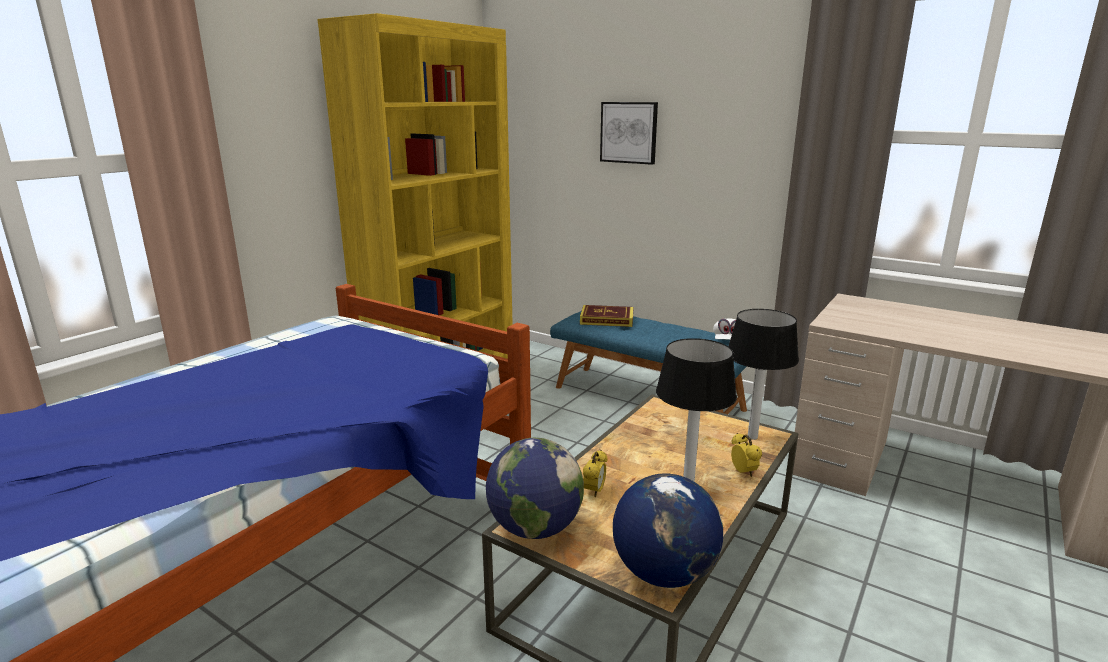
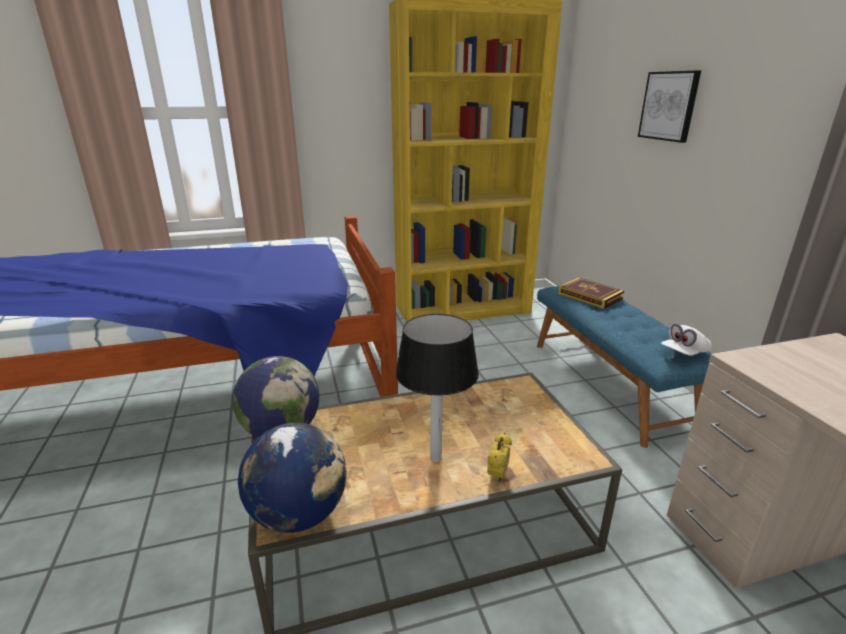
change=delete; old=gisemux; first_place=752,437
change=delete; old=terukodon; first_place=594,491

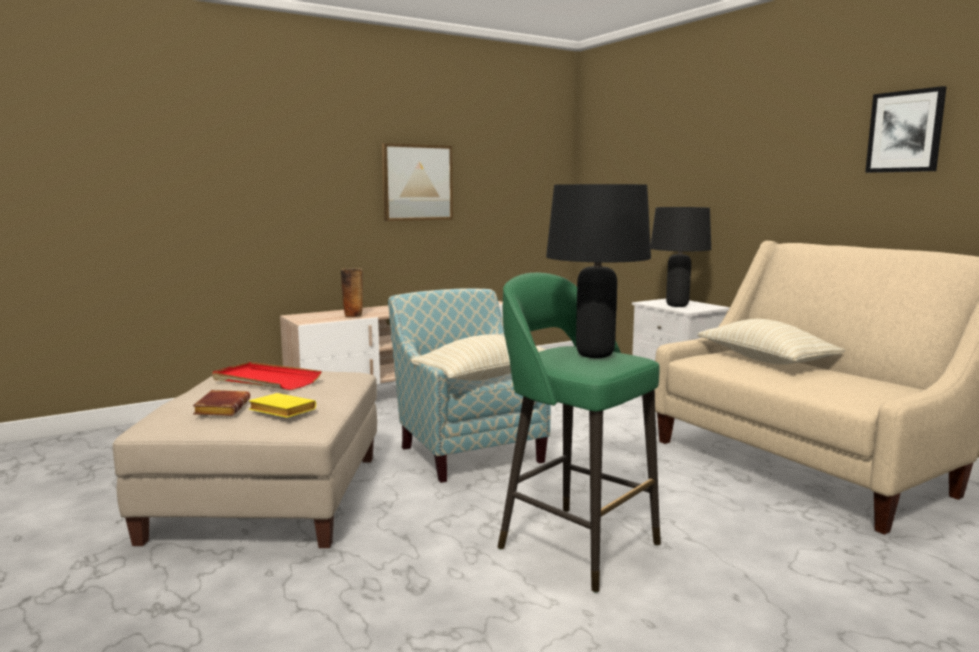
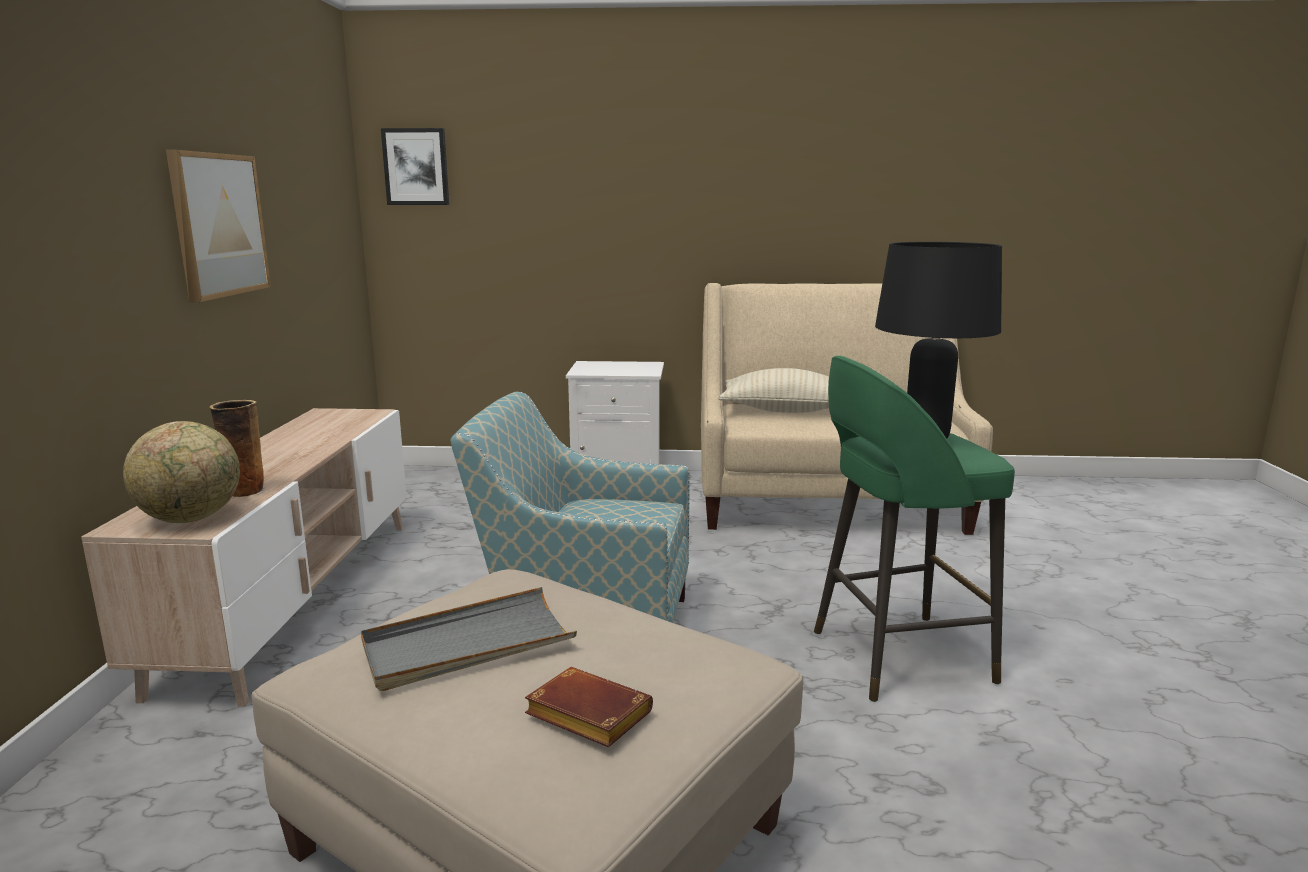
change=move; old=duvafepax; first_place=905,131; second_place=416,167
change=delete; old=black_gisemux; first_place=677,305
change=delete; old=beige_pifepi; first_place=483,377
change=recolor; old=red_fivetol; new=grey_fivetol; first_place=265,380; second_place=467,645
change=delete; old=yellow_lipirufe; first_place=280,411
change=insert; new=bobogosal; second_place=191,519

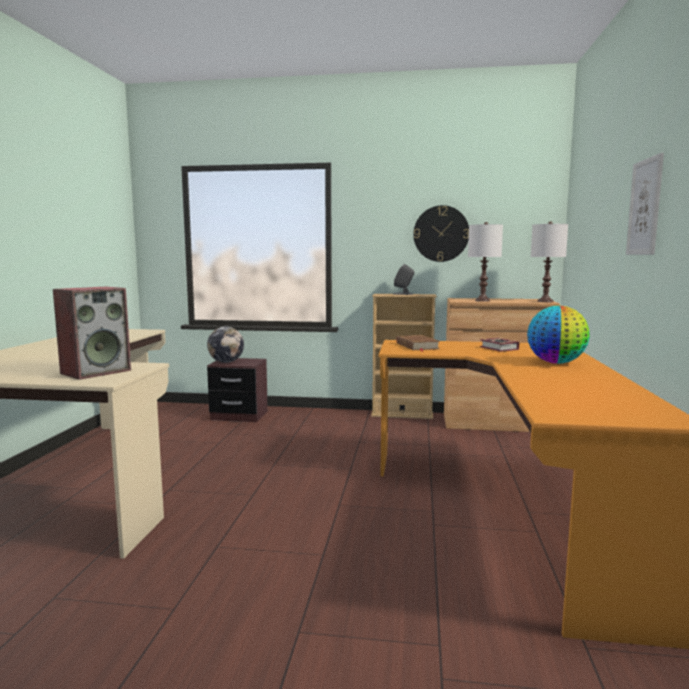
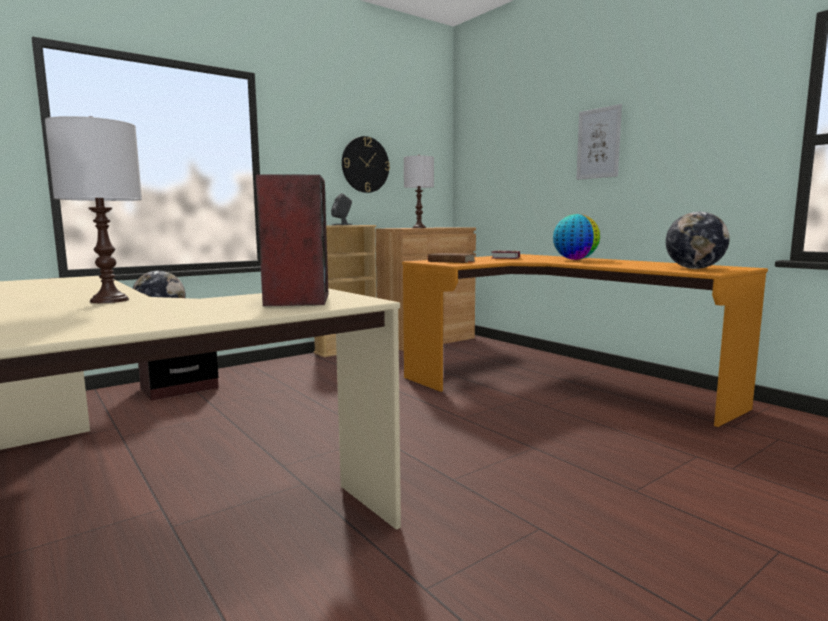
change=move; old=white_gisemux; first_place=545,301; second_place=110,300
change=insert; new=bobogosal; second_place=694,268

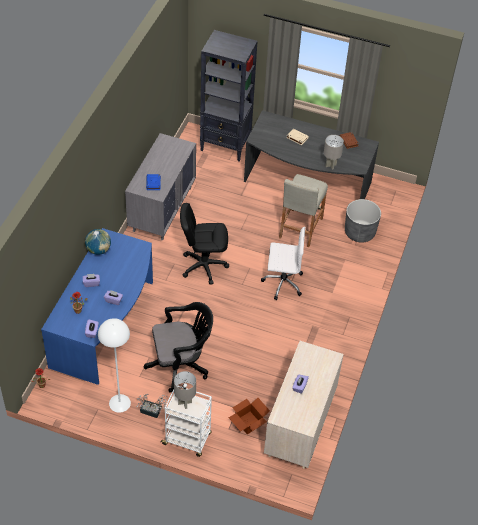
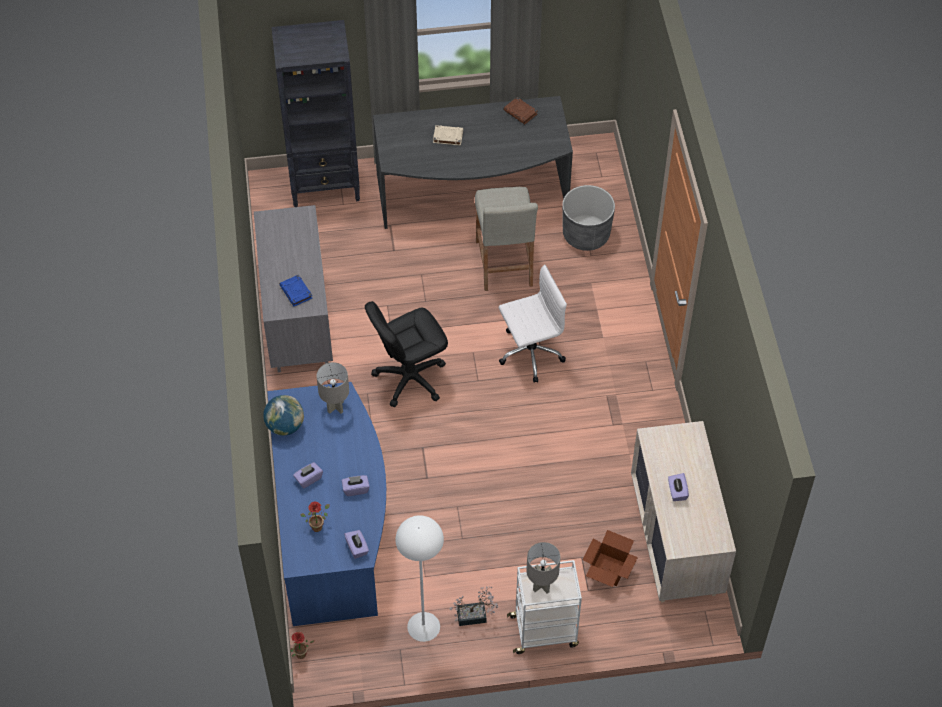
change=move; old=grey_gisemux; first_place=330,165; second_place=335,407
change=delete; old=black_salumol; first_place=181,364

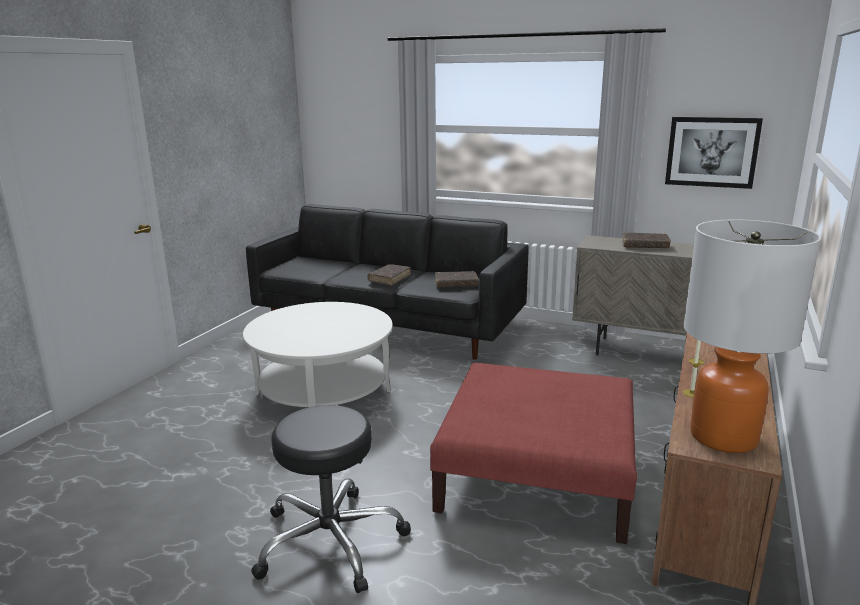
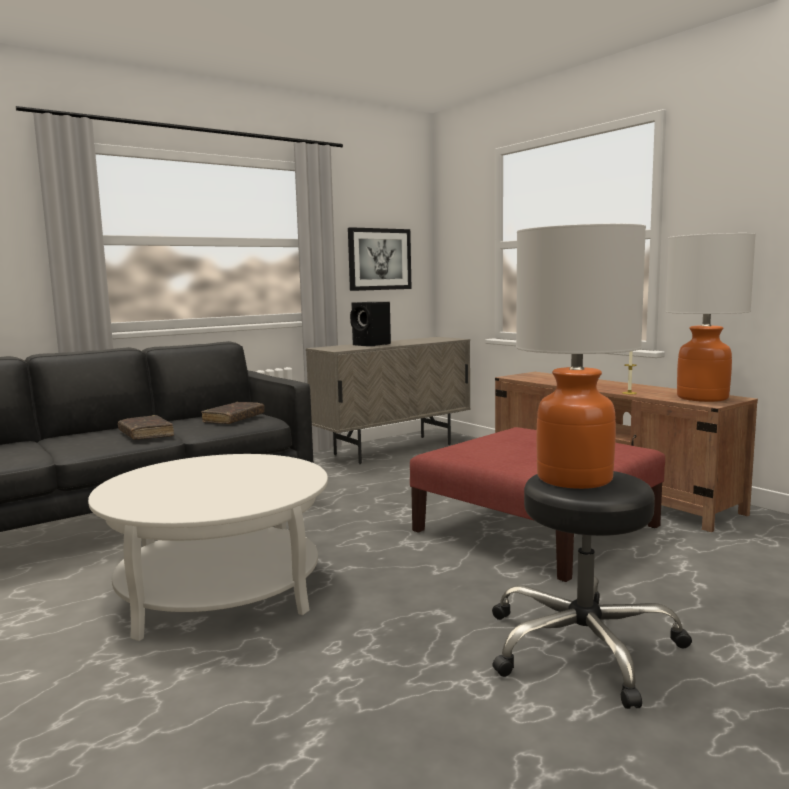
change=replace; old=brown_lipirufe; new=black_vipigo; first_place=645,246; second_place=372,345
change=insert; new=gisemux; second_place=574,479

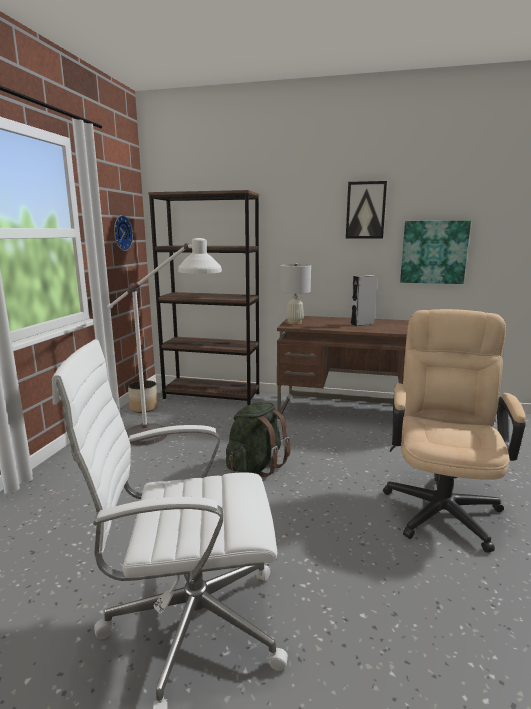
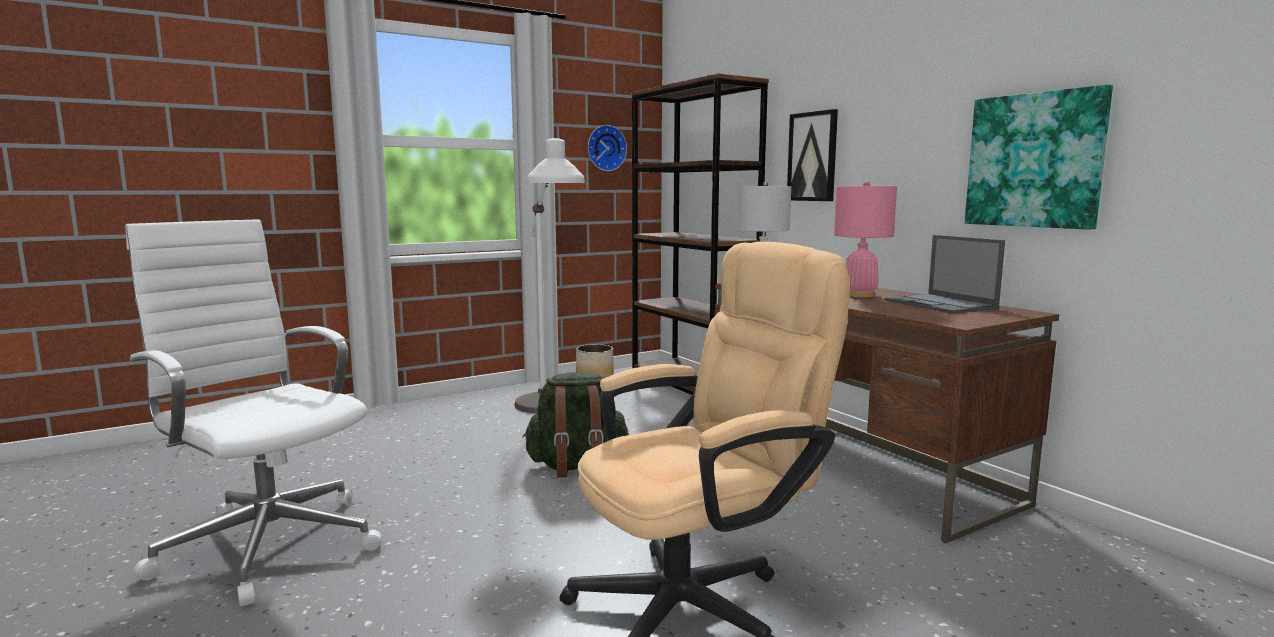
change=move; old=duvafepax; first_place=365,210; second_place=813,157
change=replace; old=grey_vipigo; new=pink_gisemux; first_place=362,324; second_place=860,295
change=insert; new=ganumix; second_place=941,304

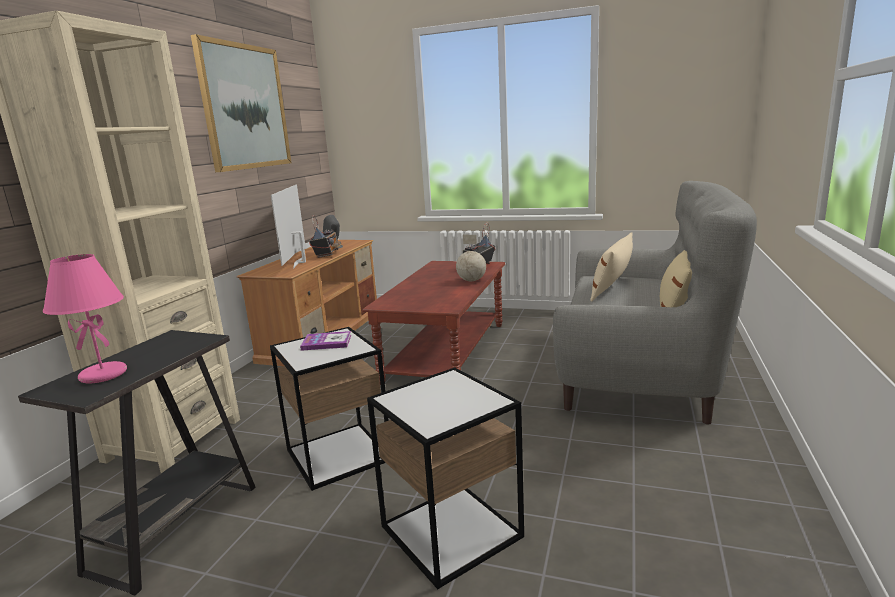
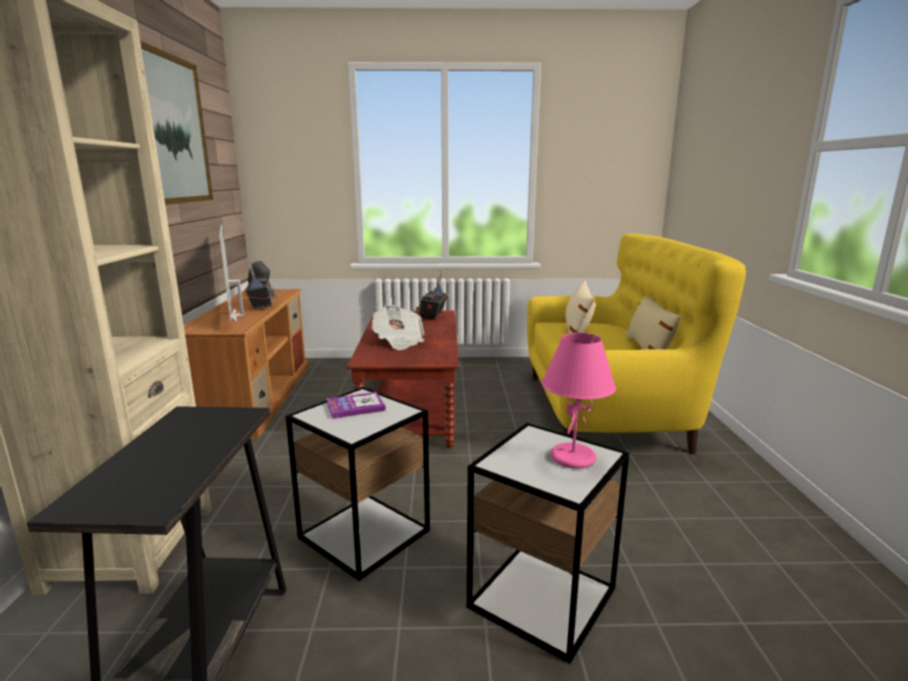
change=recolor; old=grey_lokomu; new=yellow_lokomu; first_place=641,371; second_place=607,410
change=delete; old=bobogosal; first_place=471,280
change=move; old=pink_gisemux; first_place=104,374; second_place=572,457
change=insert; new=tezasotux; second_place=398,341

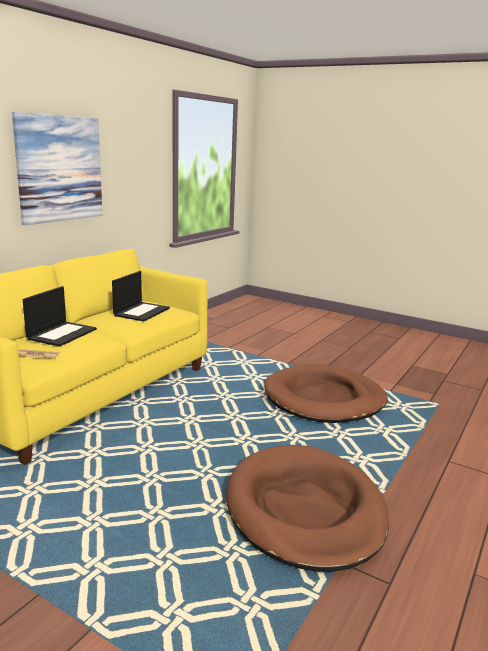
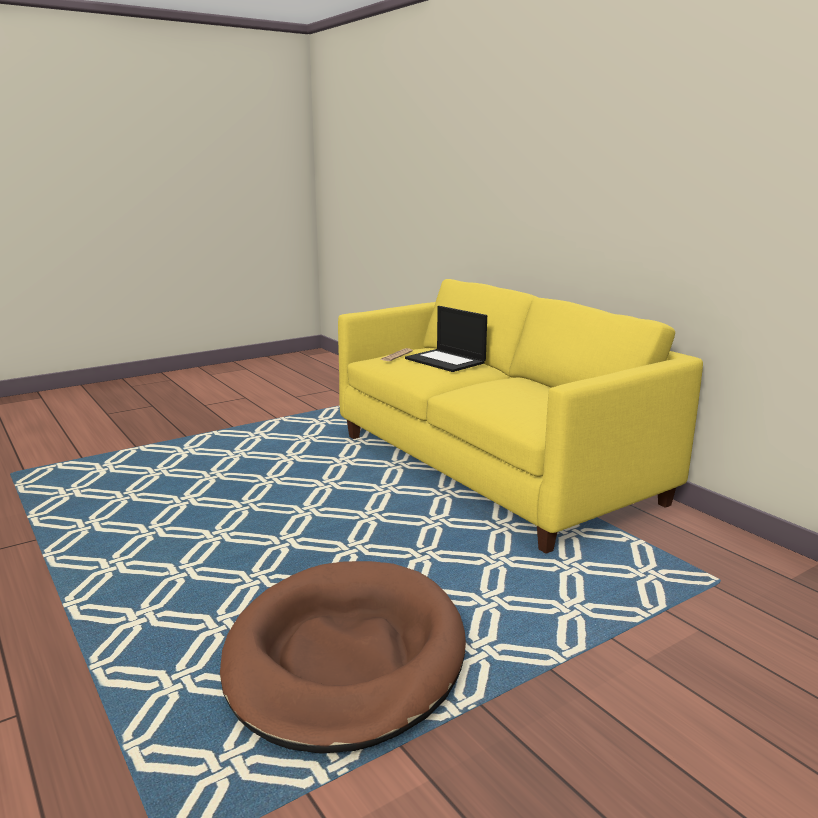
change=delete; old=duvafepax; first_place=60,169
change=delete; old=ganumix; first_place=141,311
change=delete; old=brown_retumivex; first_place=305,510

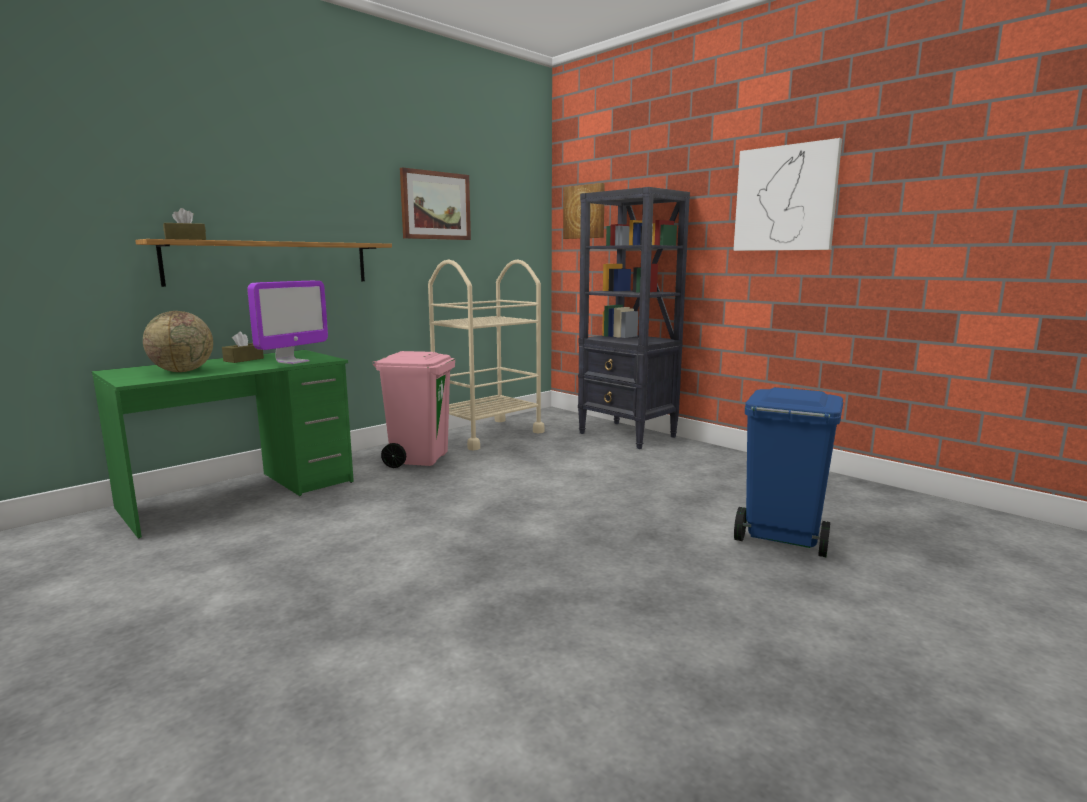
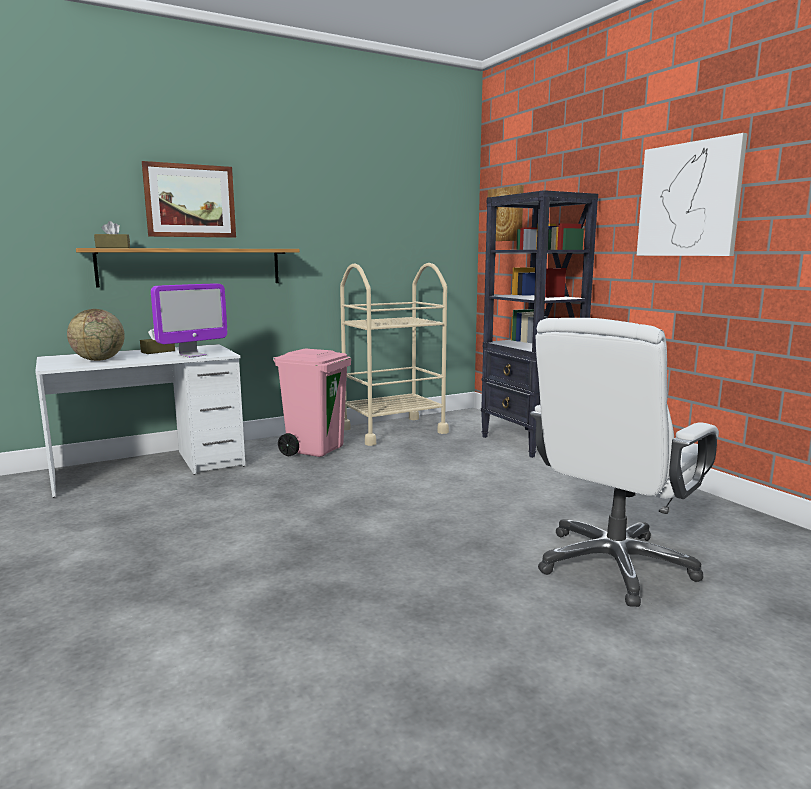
change=move; old=duvafepax; first_place=435,205; second_place=190,201
change=recolor; old=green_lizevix; new=white_lizevix; first_place=241,495; second_place=150,469
change=replace; old=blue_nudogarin; new=white_salumol; first_place=781,539; second_place=613,565

